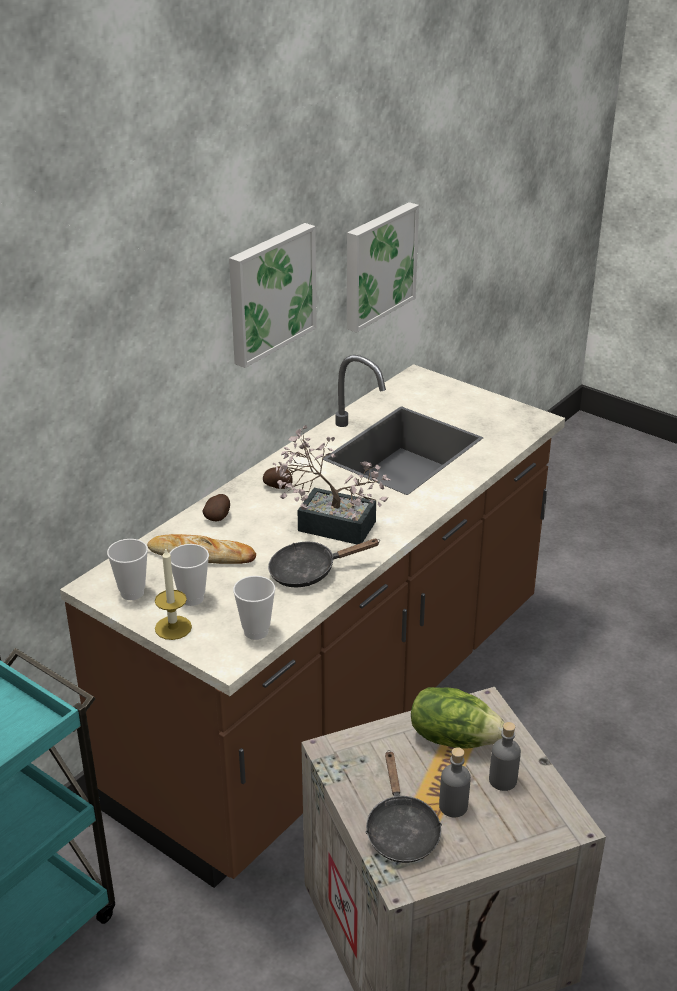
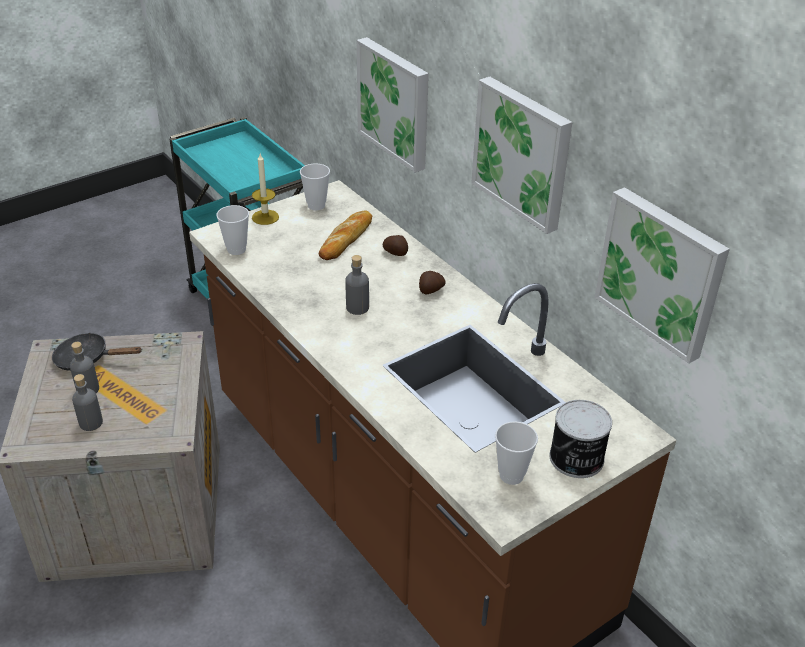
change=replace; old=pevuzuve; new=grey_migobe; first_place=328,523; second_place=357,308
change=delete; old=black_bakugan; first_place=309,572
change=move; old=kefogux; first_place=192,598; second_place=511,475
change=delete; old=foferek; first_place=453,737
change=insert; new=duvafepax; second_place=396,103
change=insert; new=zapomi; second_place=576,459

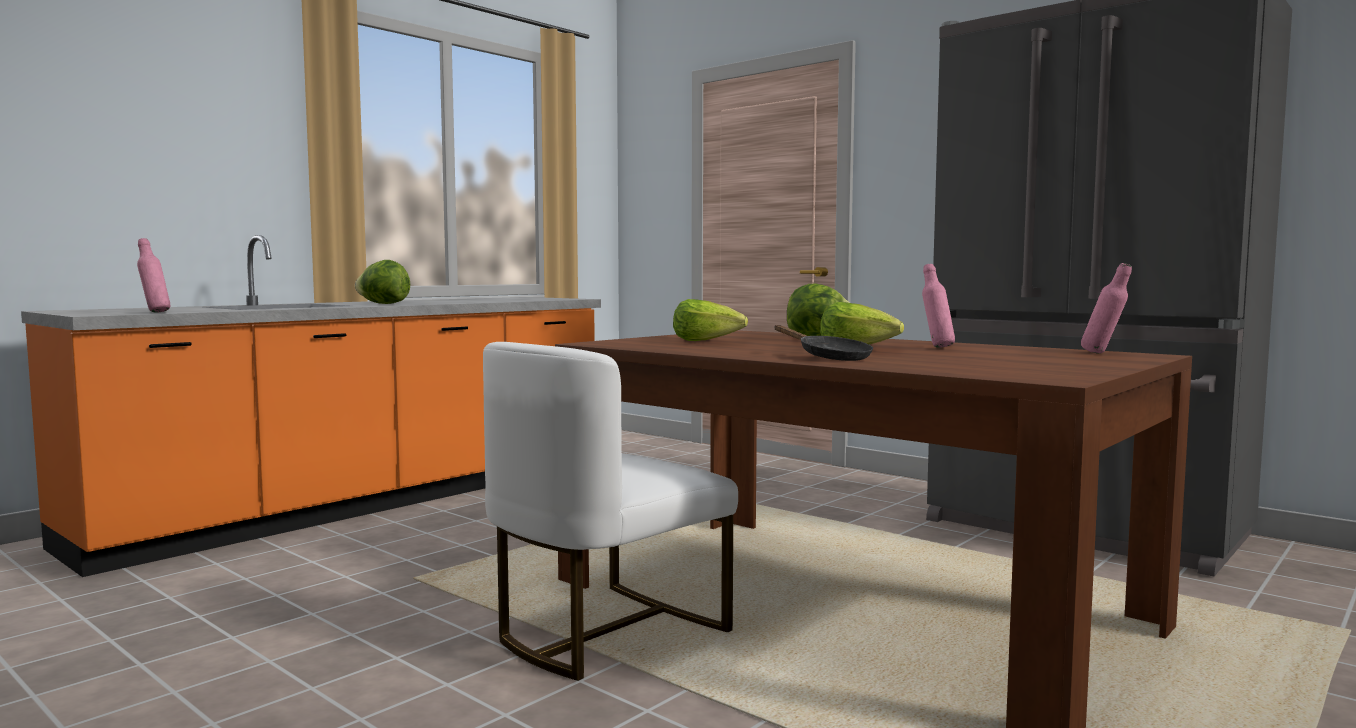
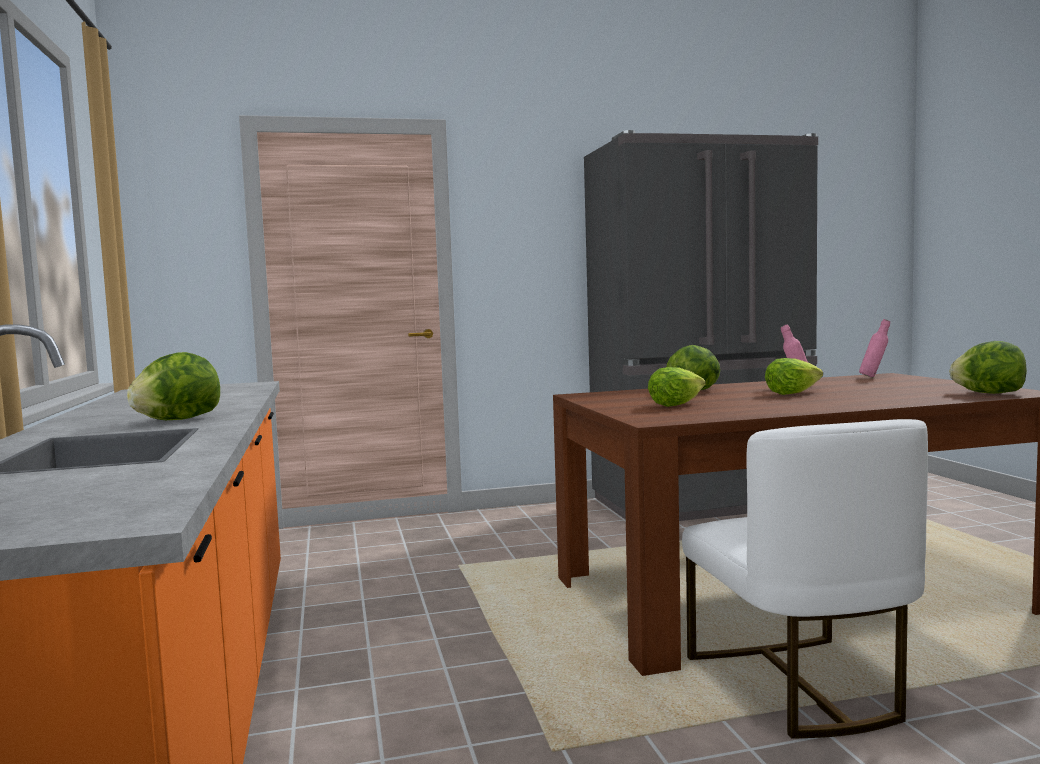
change=delete; old=pink_migobe; first_place=154,312
change=delete; old=black_bakugan; first_place=829,357
change=insert; new=foferek; second_place=988,393

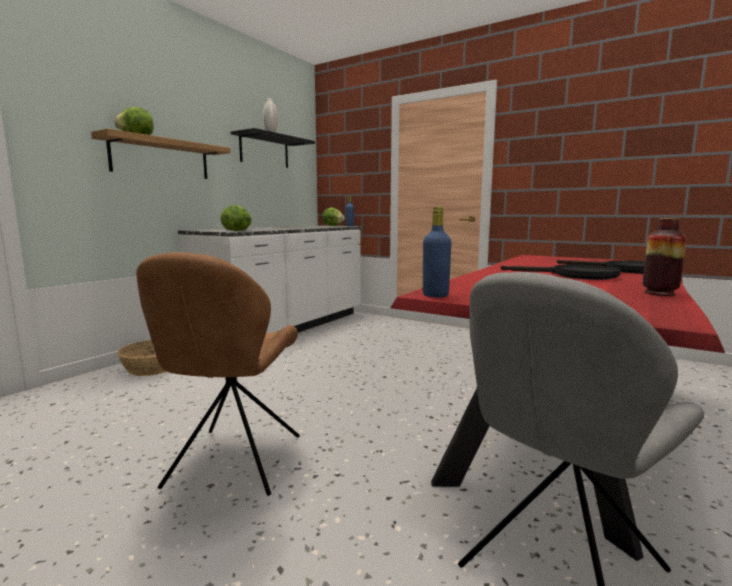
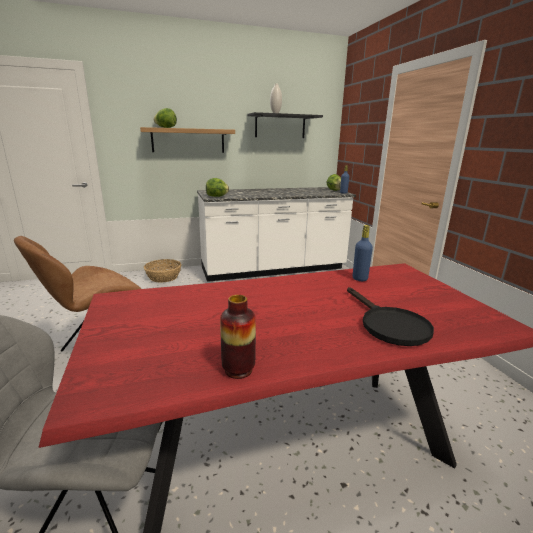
change=move; old=blue_migobe; first_place=435,295; second_place=360,278
change=delete; old=black_bakugan; first_place=575,275

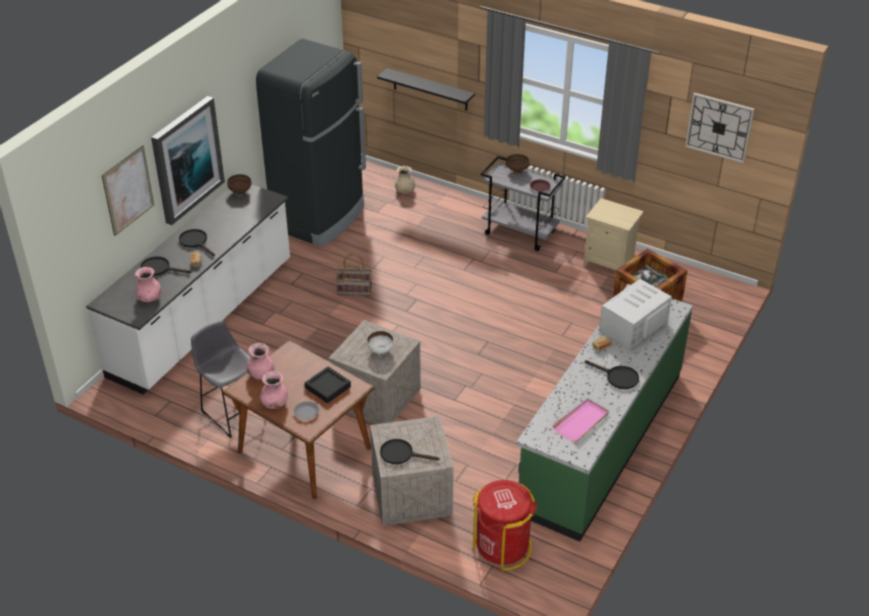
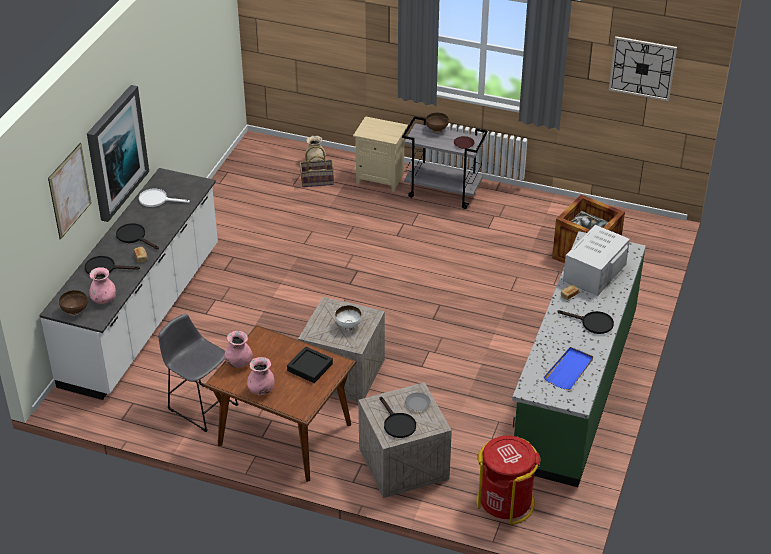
change=delete; old=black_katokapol; first_place=319,218
change=delete; old=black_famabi; first_place=430,89
change=move; old=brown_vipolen; first_place=240,192; second_place=75,311
change=move; old=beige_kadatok; first_place=609,262; second_place=381,178
change=move; old=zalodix; first_place=354,289; second_place=317,181
change=recolor; old=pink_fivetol; new=blue_fivetol; first_place=581,422; second_place=569,370
change=move; old=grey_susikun; first_place=306,412; second_place=418,403
change=rotate; old=black_bakugan; first_place=401,454; second_place=397,424; degrees=-120
change=insert; new=white_bakugan; second_place=157,200

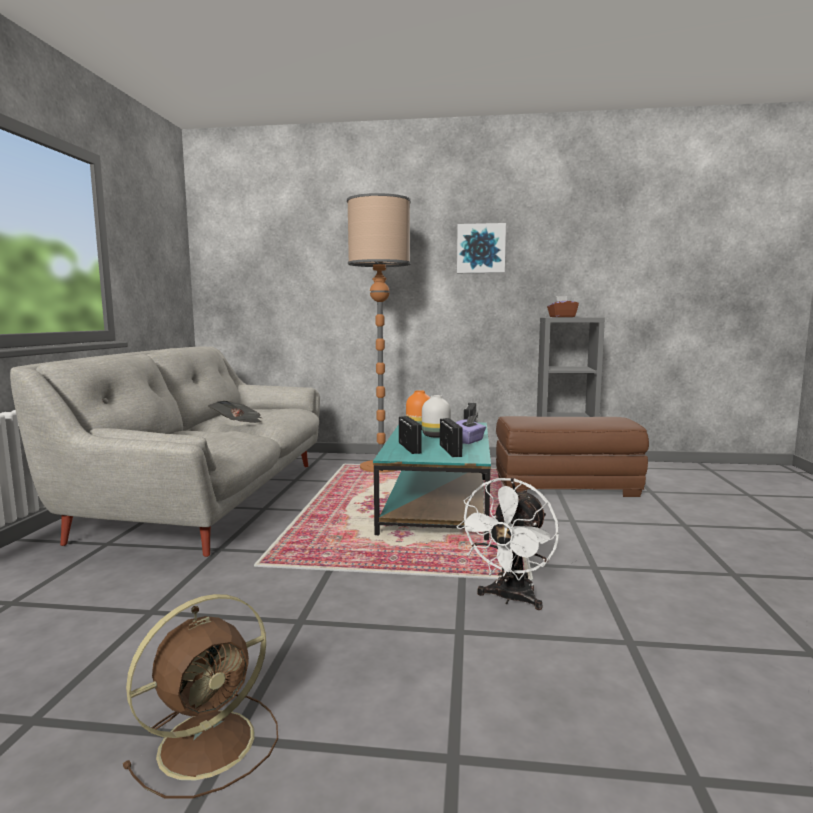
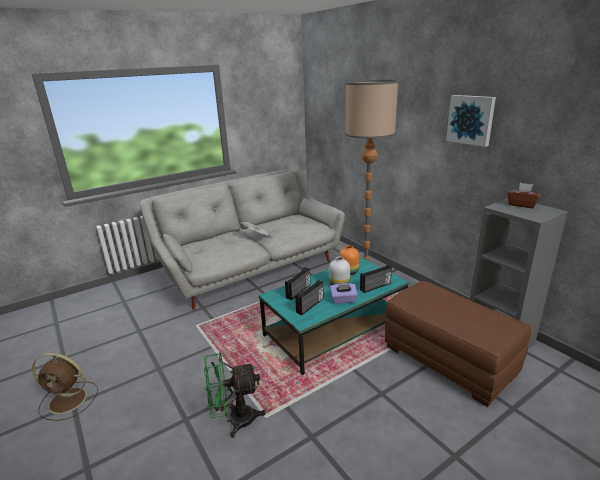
change=recolor; old=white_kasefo; new=green_kasefo; first_place=510,599; second_place=234,420

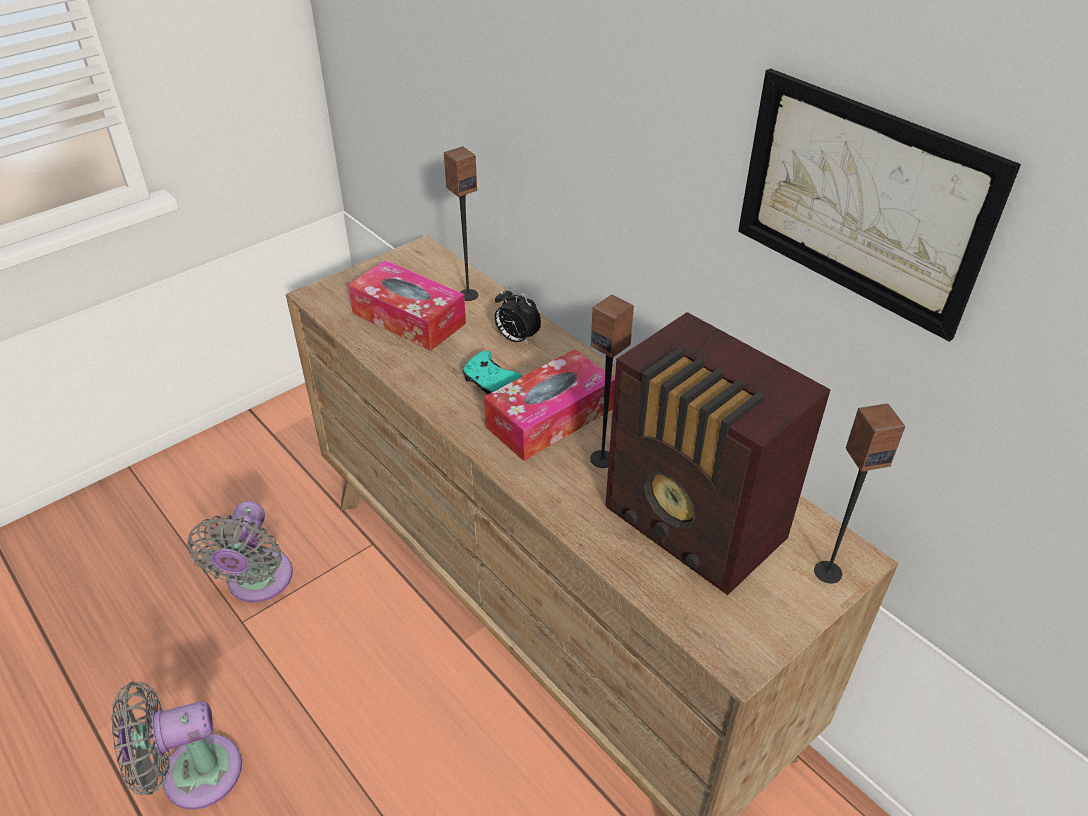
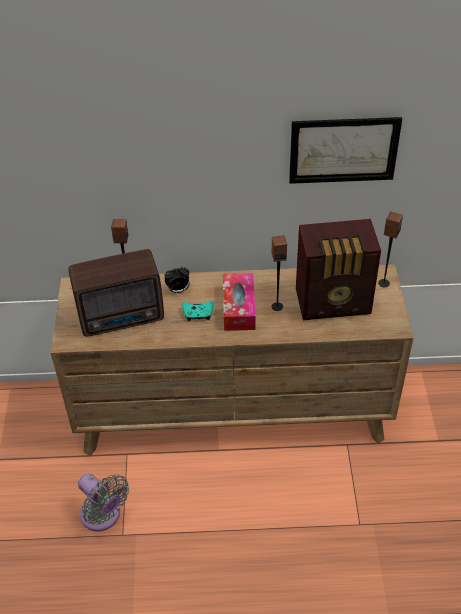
change=replace; old=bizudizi; new=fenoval; first_place=409,318; second_place=123,317
change=delete; old=grey_kasefo; first_place=192,774

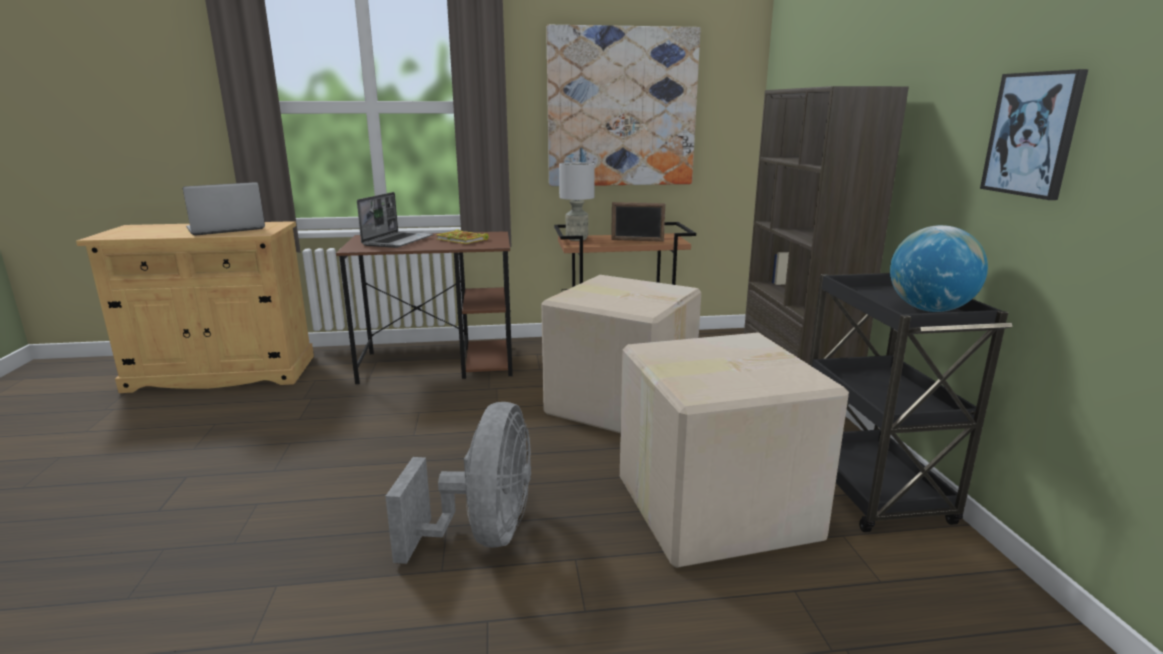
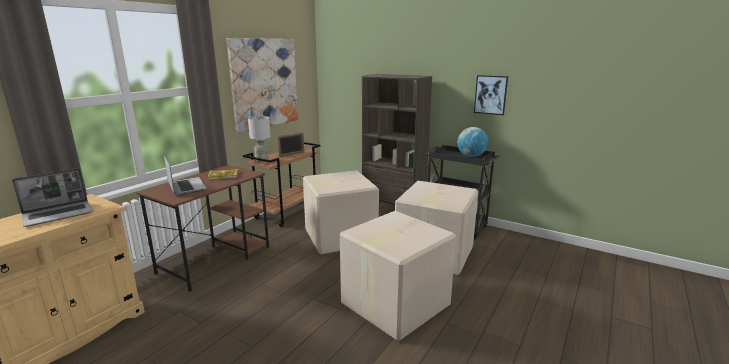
change=rotate; old=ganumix; first_place=225,229; second_place=59,214; degrees=-135
change=replace; old=grey_kasefo; new=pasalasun; first_place=483,534; second_place=393,304

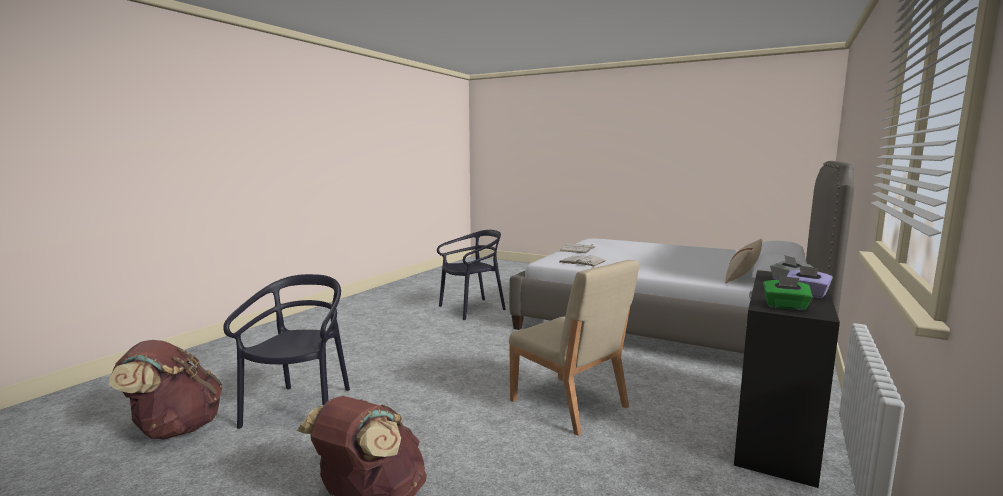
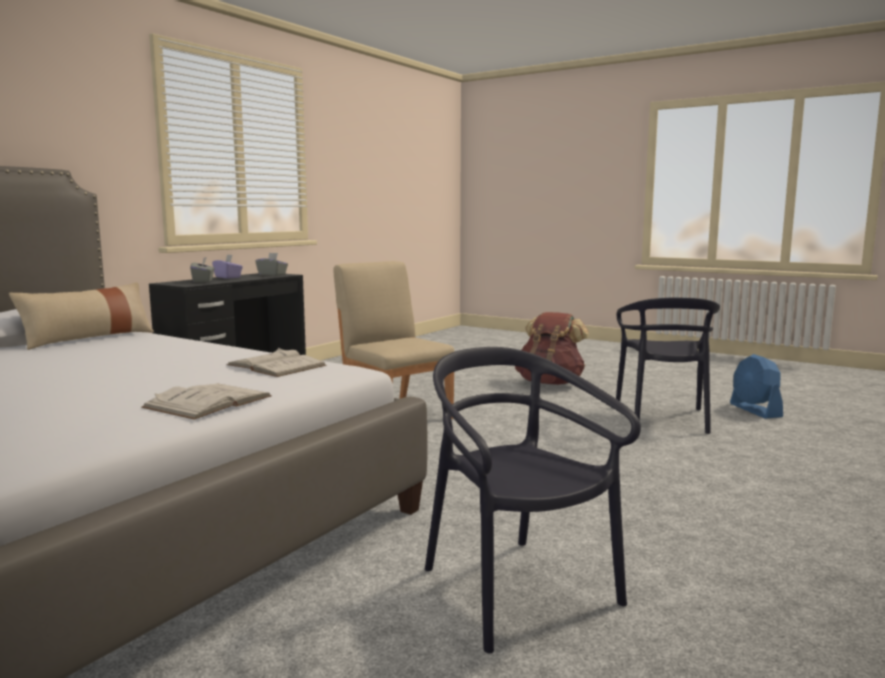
change=rotate; old=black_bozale; first_place=472,309; second_place=516,590; degrees=90
change=recolor; old=green_bizudizi; new=grey_bizudizi; first_place=785,306; second_place=272,274
change=replace; old=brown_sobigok; new=blue_kasefo; first_place=175,429; second_place=755,410

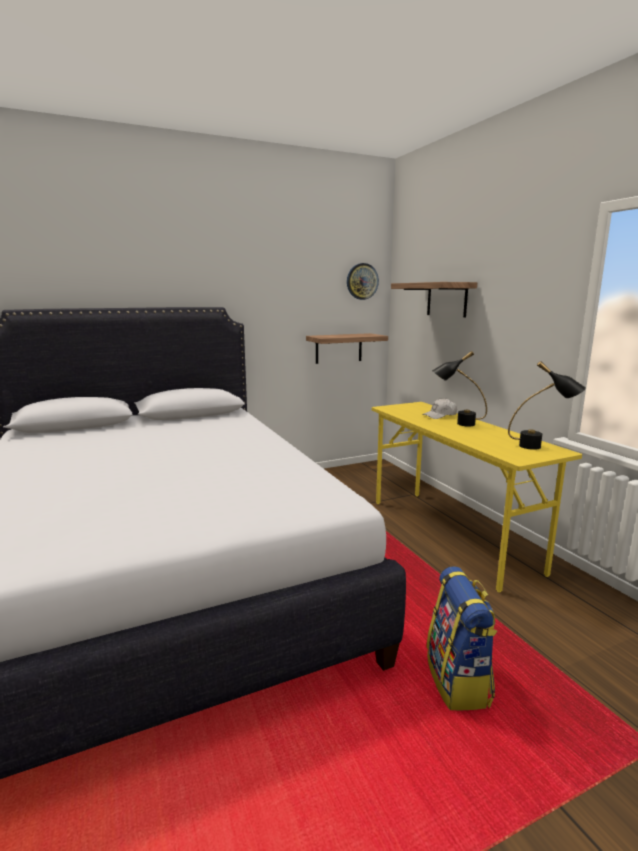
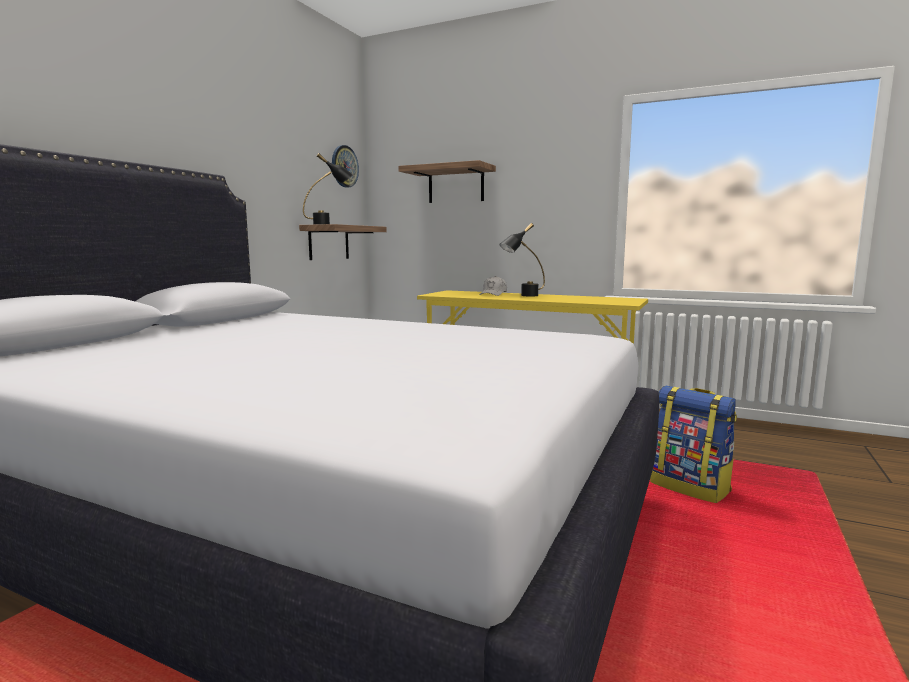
change=move; old=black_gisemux; first_place=540,447; second_place=329,224

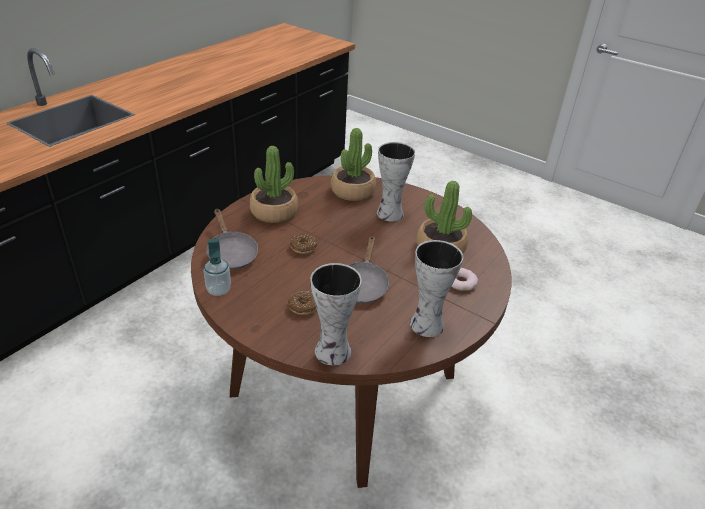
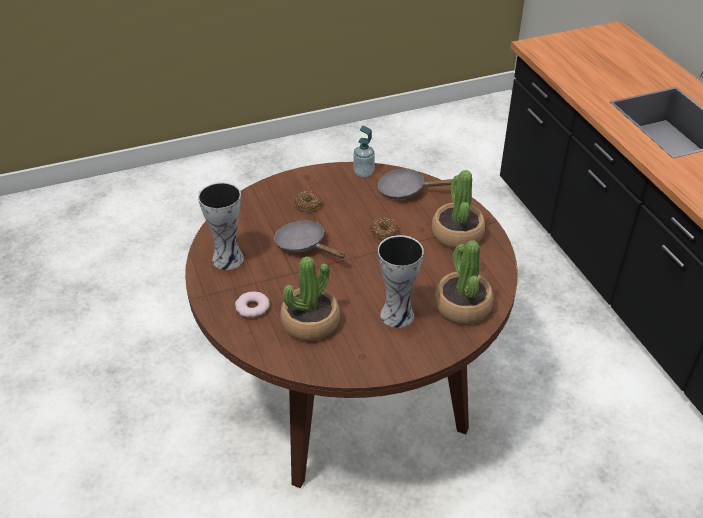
change=delete; old=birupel; first_place=331,352

